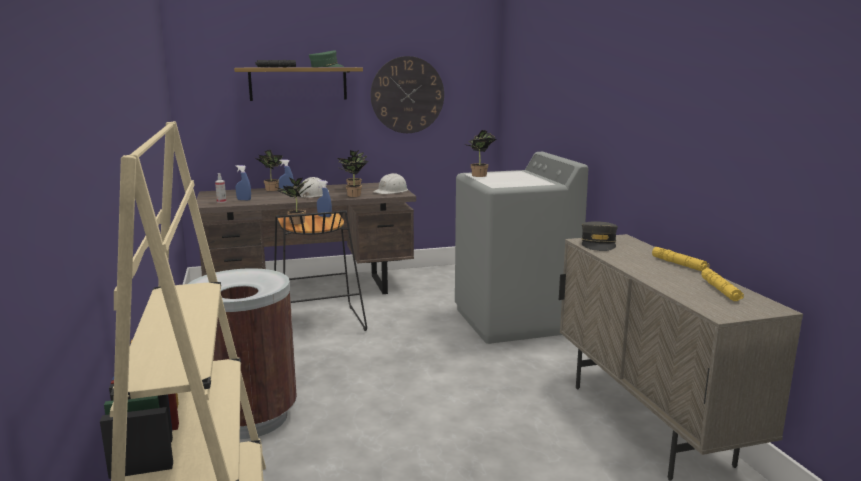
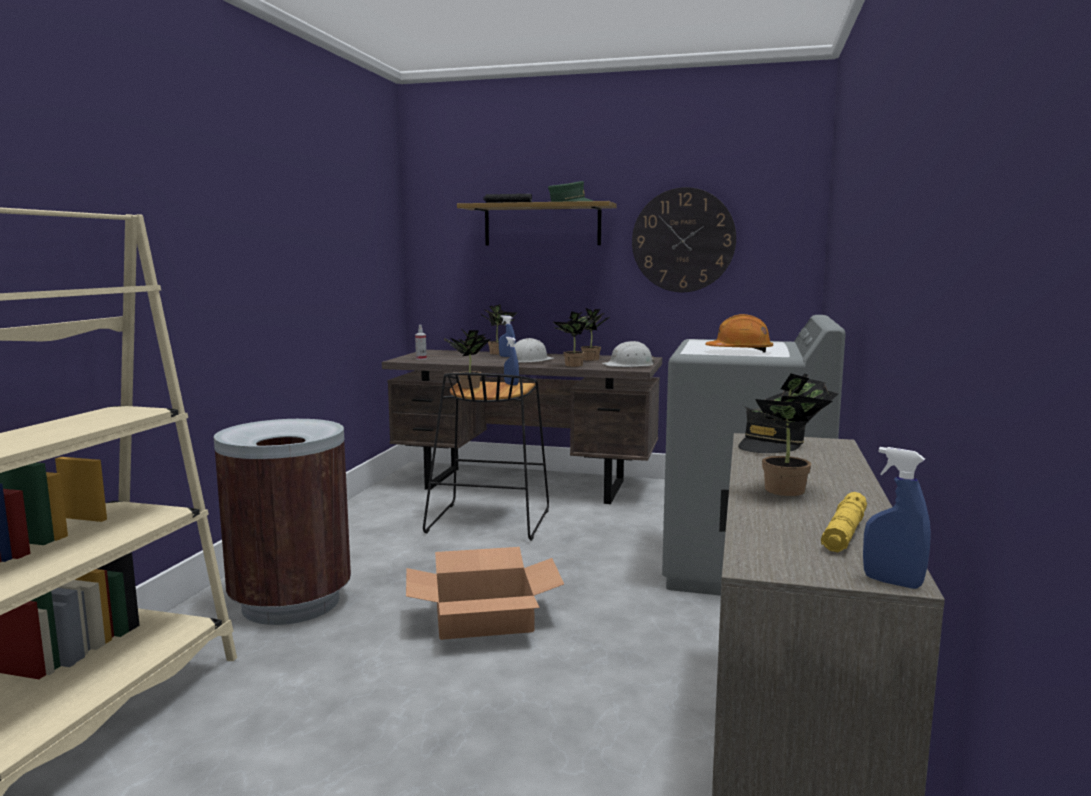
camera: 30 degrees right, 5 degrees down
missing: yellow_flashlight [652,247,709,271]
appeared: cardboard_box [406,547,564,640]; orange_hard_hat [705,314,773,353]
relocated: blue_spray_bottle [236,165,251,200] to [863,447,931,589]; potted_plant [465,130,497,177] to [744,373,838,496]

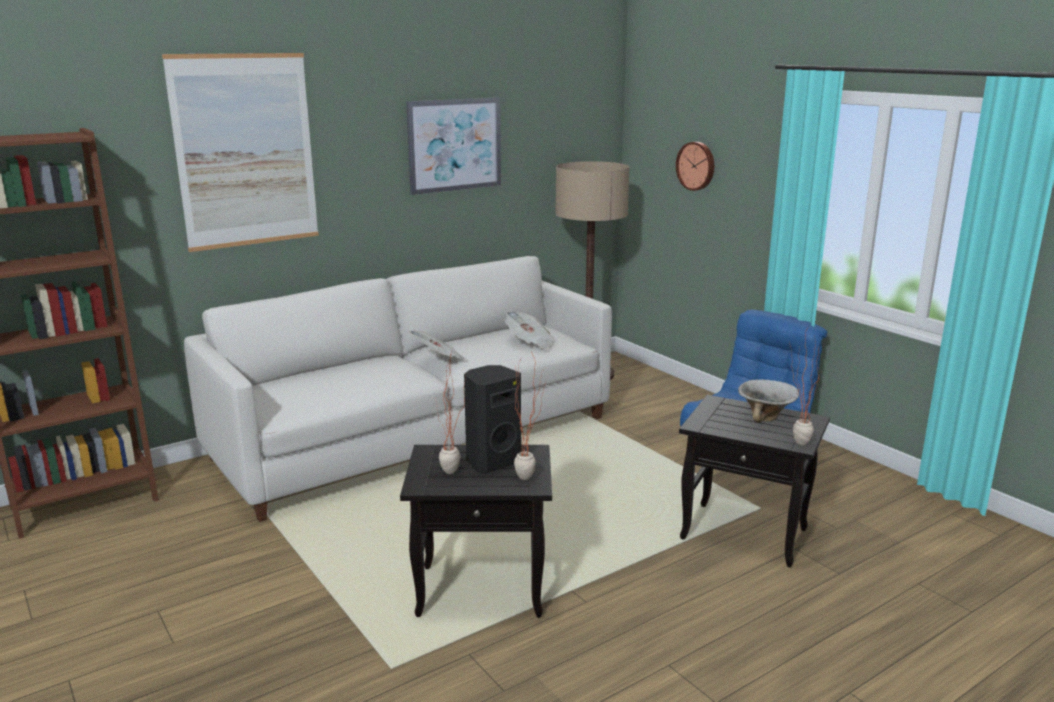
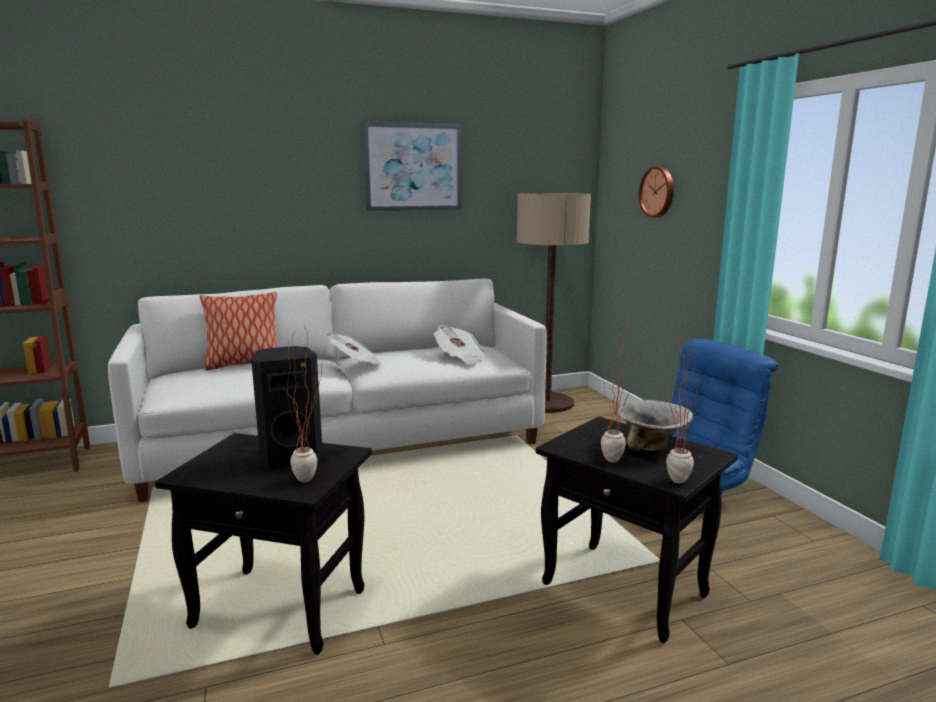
camera: 15 degrees right, 5 degrees down
missing: picture [162,53,319,252]
appeared: pillow [199,292,277,370]
relocated: potted_plant [435,351,466,474] to [601,315,643,463]

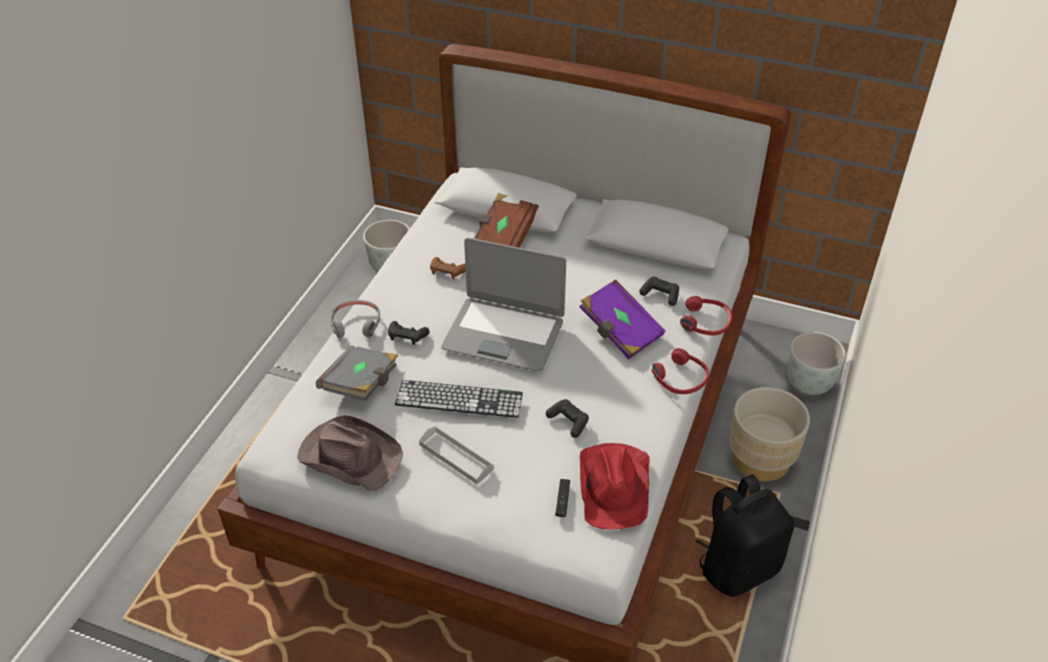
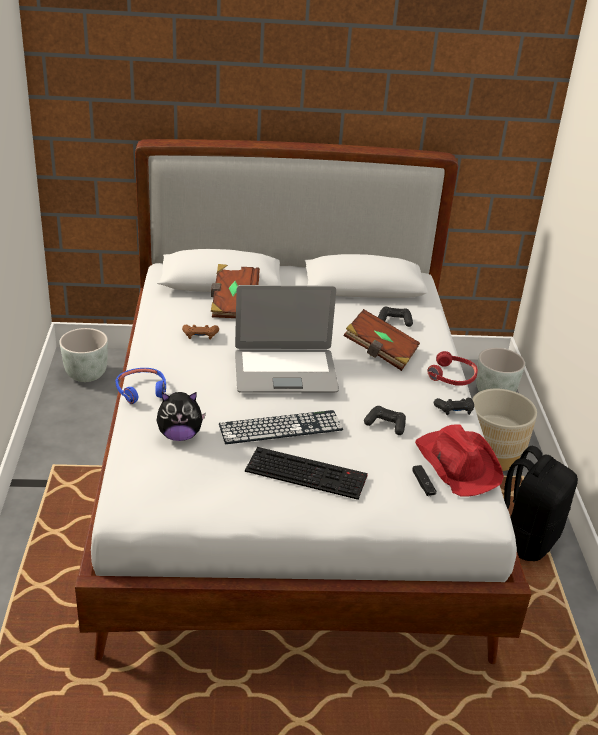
camera: 25 degrees left, 10 degrees down
missing: brown_hat [297,415,403,492]; red_headphones [680,296,732,336]
relocated: black_game_controller [388,321,429,345] to [434,398,474,415]
exchanged: grey_book [316,345,398,401] to plush_toy [157,392,206,441]; grey_tray [419,426,494,485] to keyboard [245,447,368,500]
colour: grey_headphones [331,300,380,338] to blue_headphones [116,368,166,404]; purple_book [579,279,665,360] to brown_book [344,309,420,371]

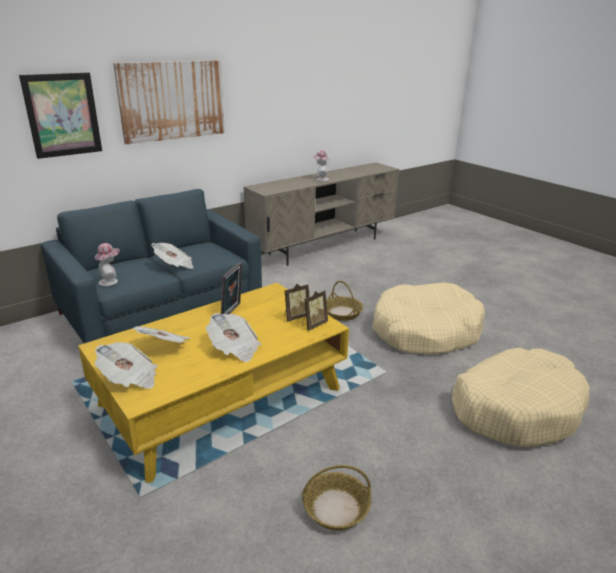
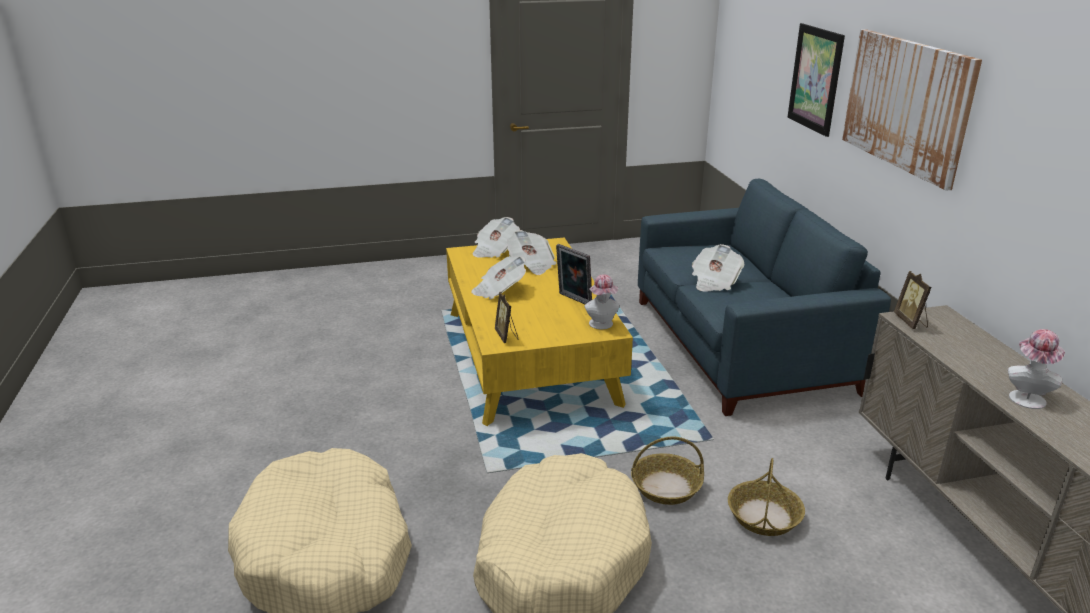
camera: 115 degrees right, 0 degrees up
relocated: hat [95,243,120,286] to [584,274,619,329]; picture_frame [284,284,309,322] to [894,271,931,329]; basket [302,465,371,531] to [728,458,805,536]

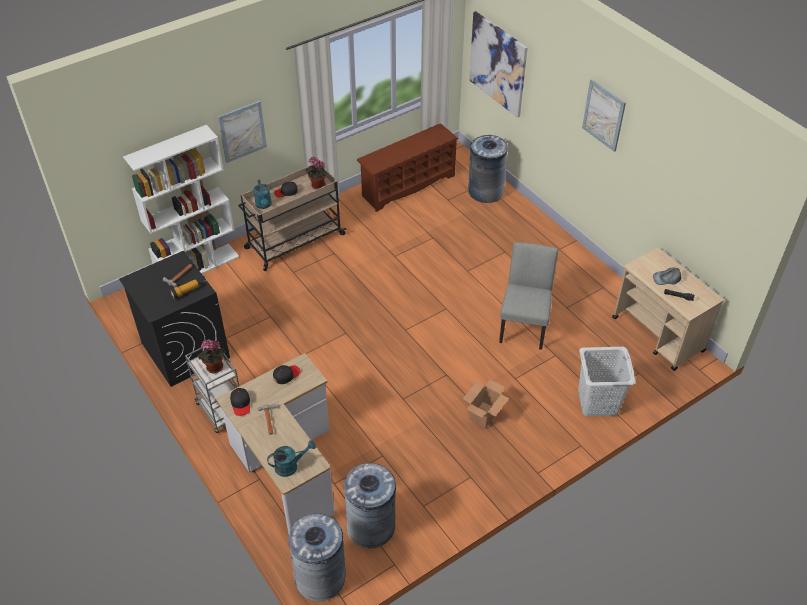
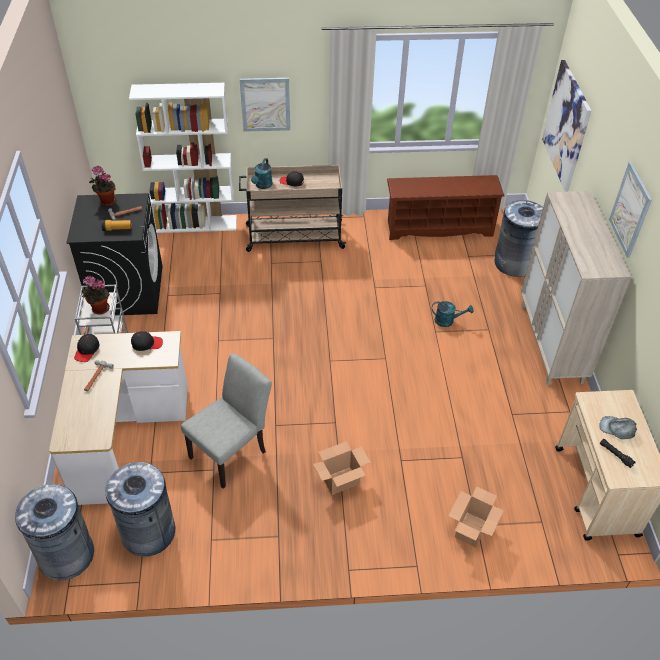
camera: 30 degrees right, 0 degrees up
appeared: beige_cabinet [521,191,631,385]
relocated: turquoise_watering_can [267,441,316,477] to [432,301,474,327]; potted_plant [305,157,328,189] to [89,166,116,206]; grey_chair [499,242,558,350] to [181,353,272,489]
exchanged: white_laundry_basket [578,347,636,416] to cardboard_box [448,487,504,547]

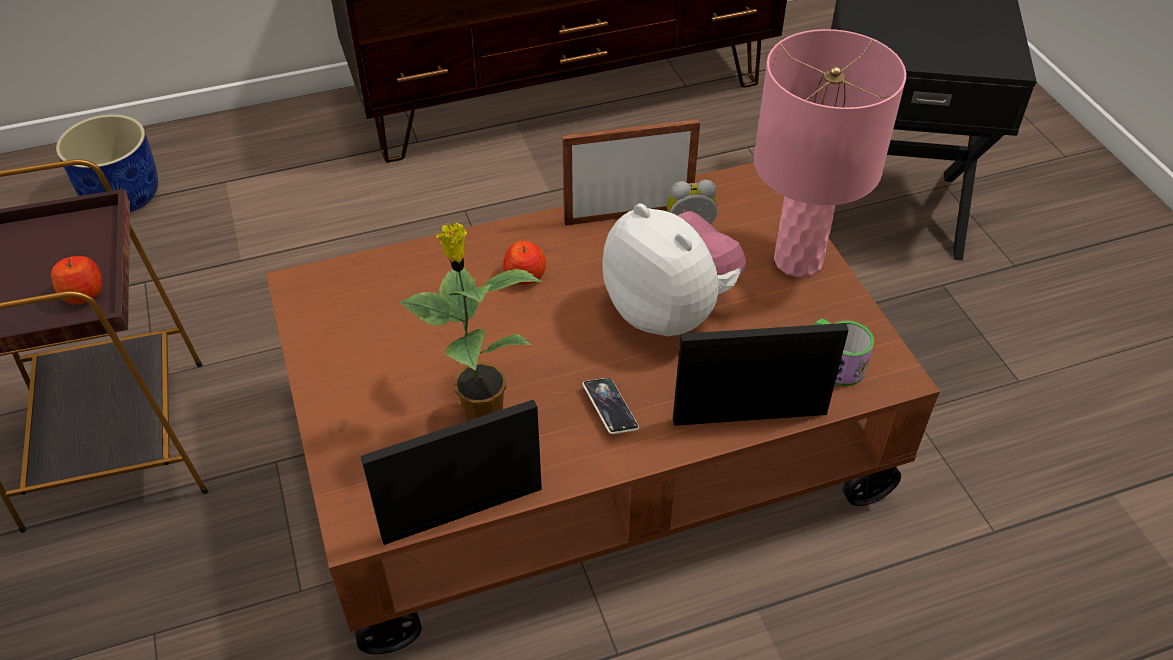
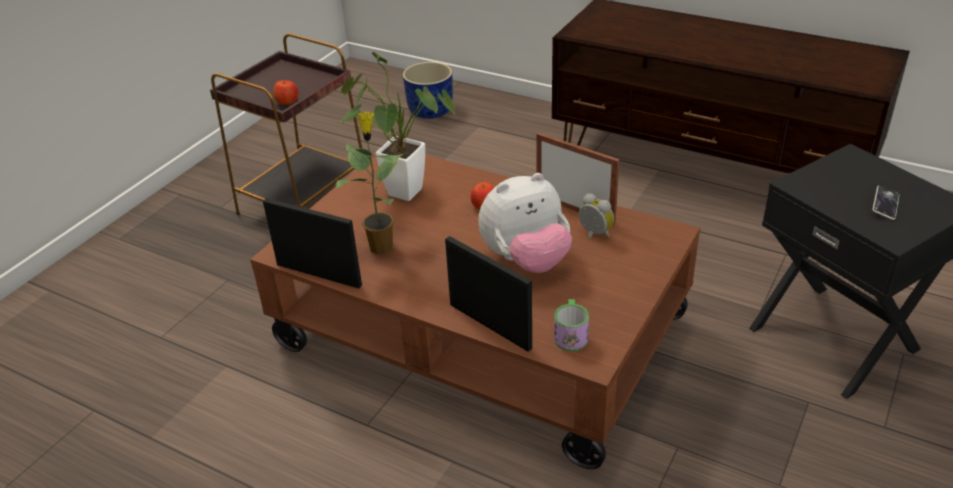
camera: 50 degrees right, 10 degrees down
missing: pink_table_lamp [753,29,906,277]
appeared: potted_plant [339,52,455,201]
relocated: phone [582,378,639,434] to [873,185,899,220]
spun: plush_toy [602,203,746,336] = [479,173,572,273] 60 degrees clockwise

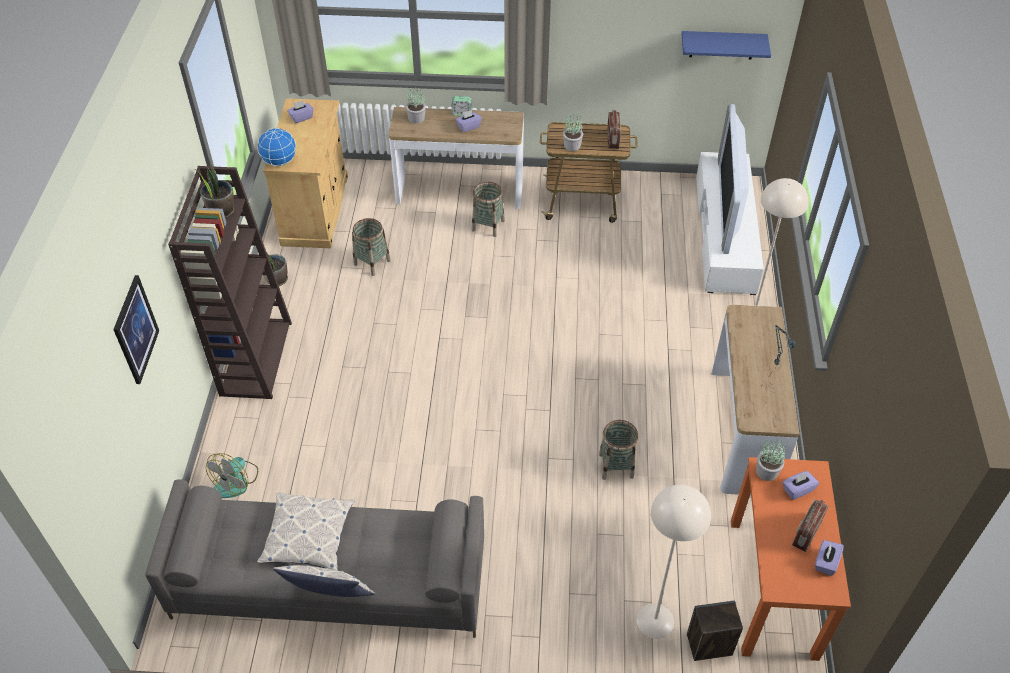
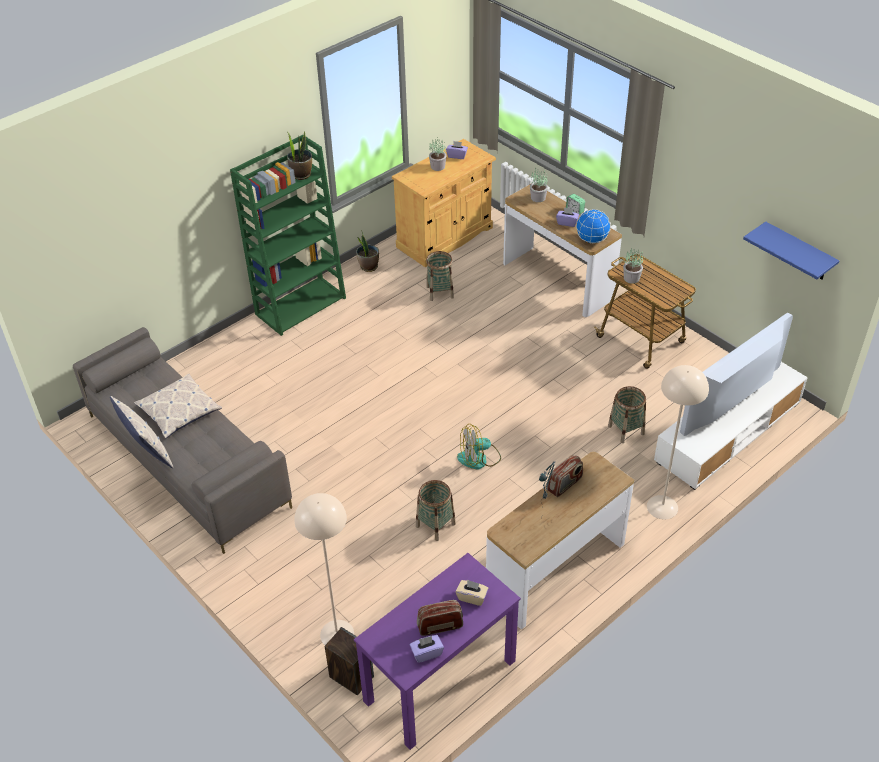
camera: 45 degrees right, 5 degrees down
missing: picture [113,275,159,384]
relocated: fan [206,453,258,498] to [457,424,501,469]; globe [257,128,296,166] to [576,209,611,243]; basket [472,182,505,237] to [608,386,646,443]; radio [607,110,621,149] to [547,455,583,497]; potted_plant [756,440,786,481] to [429,139,447,171]
colour: brown_bookcase [168,166,292,399] to green_bookcase [230,135,346,336]; orange_desk [731,457,851,661] to purple_desk [354,553,521,750]; purple_tissue_box [782,471,819,500] to beige_tissue_box [456,580,489,606]

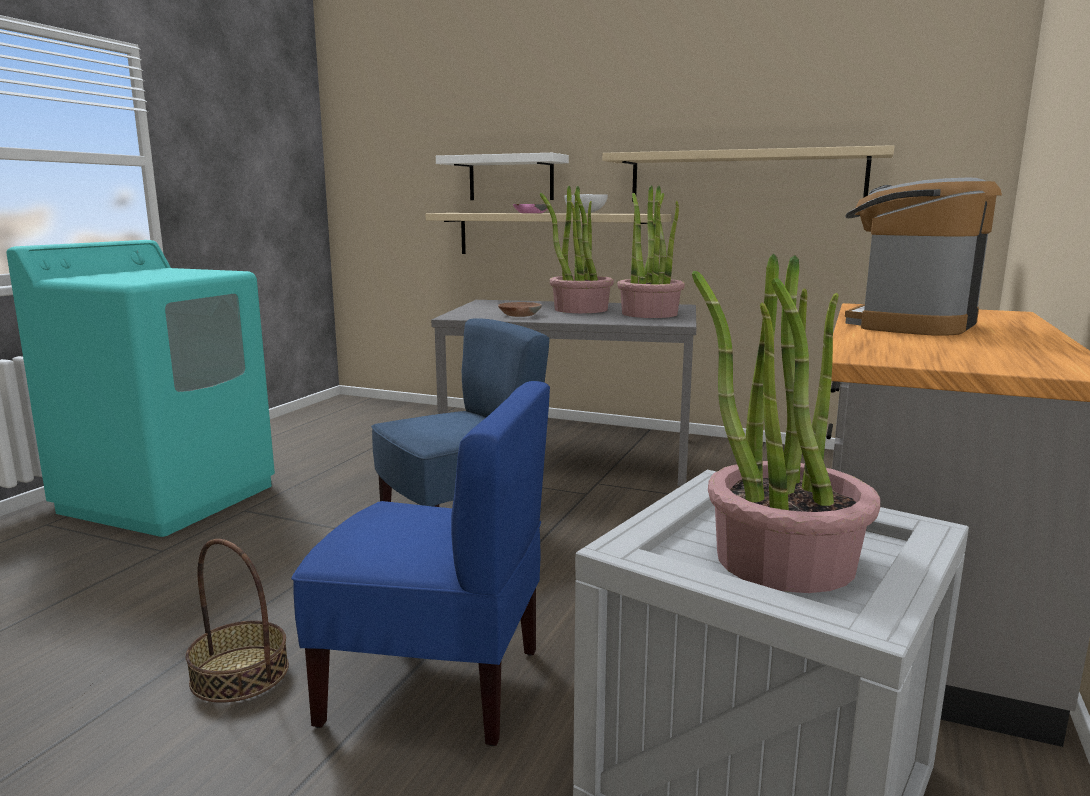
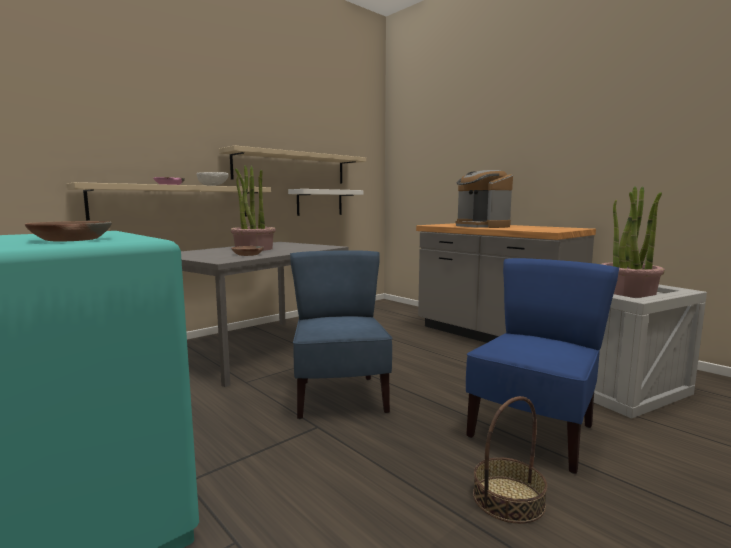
camera: 65 degrees left, 5 degrees down
missing: potted_plant [617,185,685,318]
appeared: brown_bowl [25,221,112,241]
relocated: white_shelf [436,153,569,200] to [288,189,364,216]

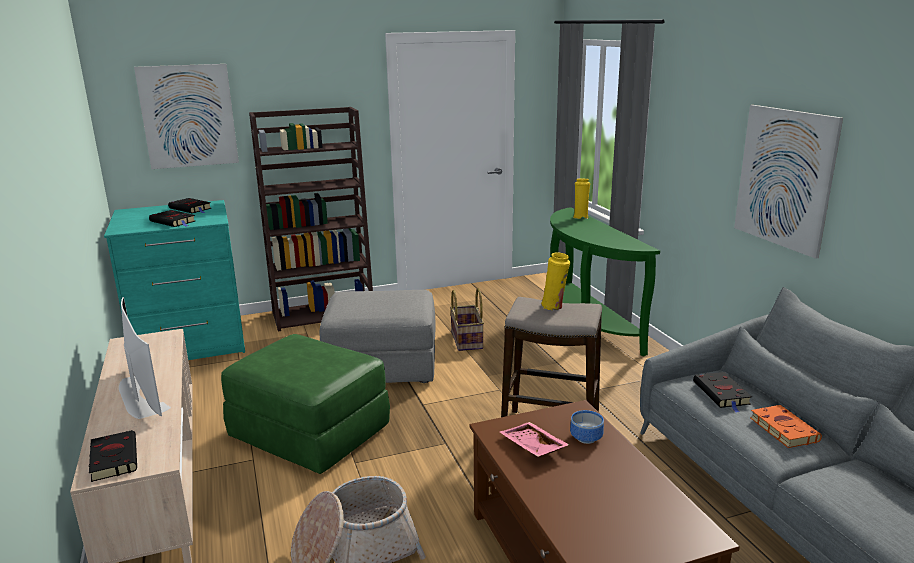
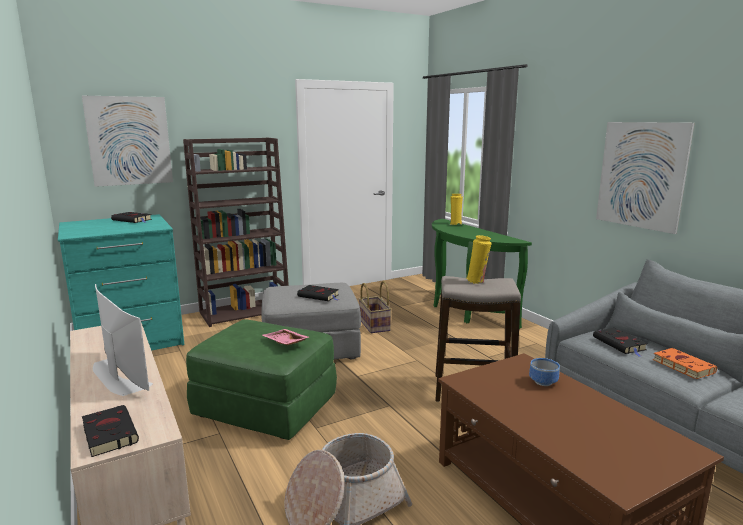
camera: 10 degrees left, 5 degrees down
relocated: black_book [149,210,195,227] to [297,285,339,301]; pink_tray [500,422,569,457] to [263,329,309,345]

